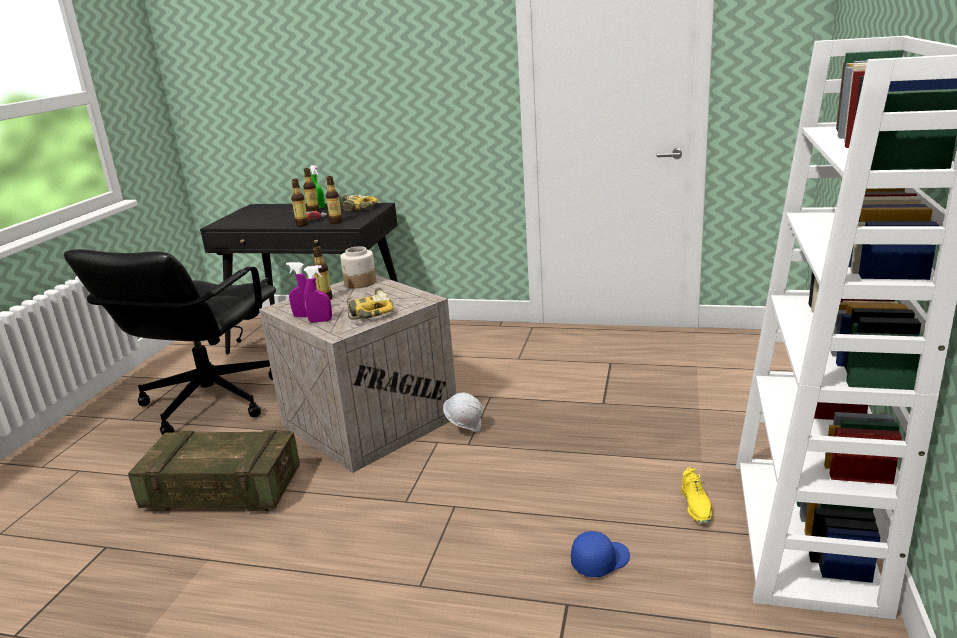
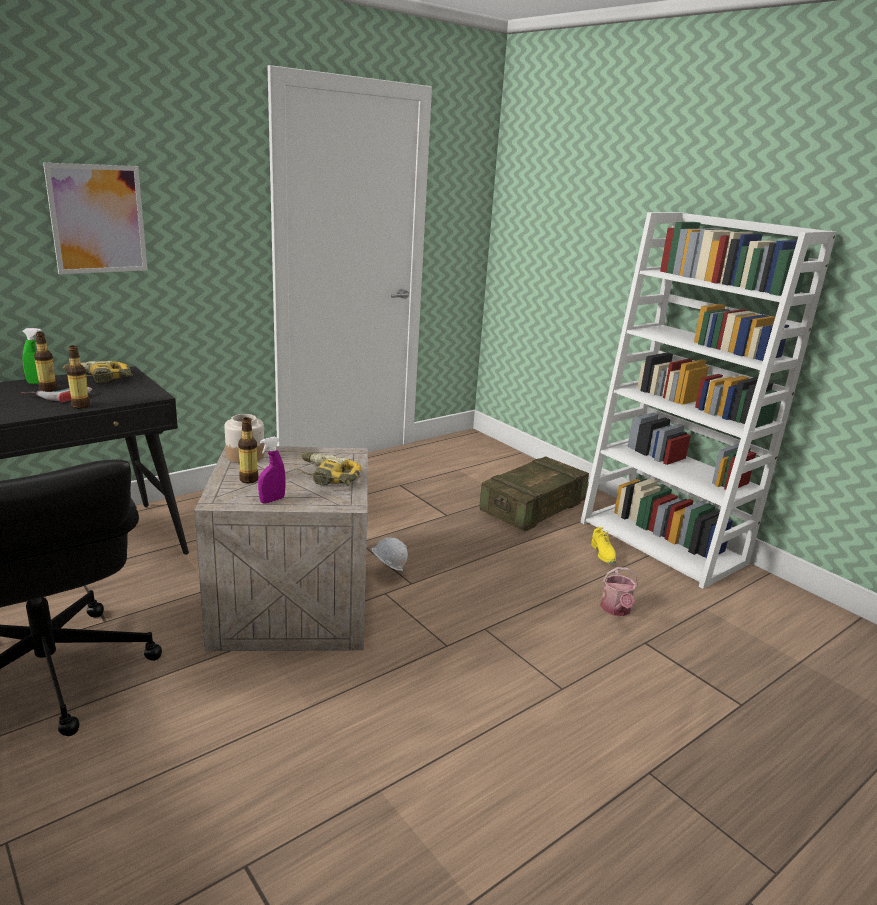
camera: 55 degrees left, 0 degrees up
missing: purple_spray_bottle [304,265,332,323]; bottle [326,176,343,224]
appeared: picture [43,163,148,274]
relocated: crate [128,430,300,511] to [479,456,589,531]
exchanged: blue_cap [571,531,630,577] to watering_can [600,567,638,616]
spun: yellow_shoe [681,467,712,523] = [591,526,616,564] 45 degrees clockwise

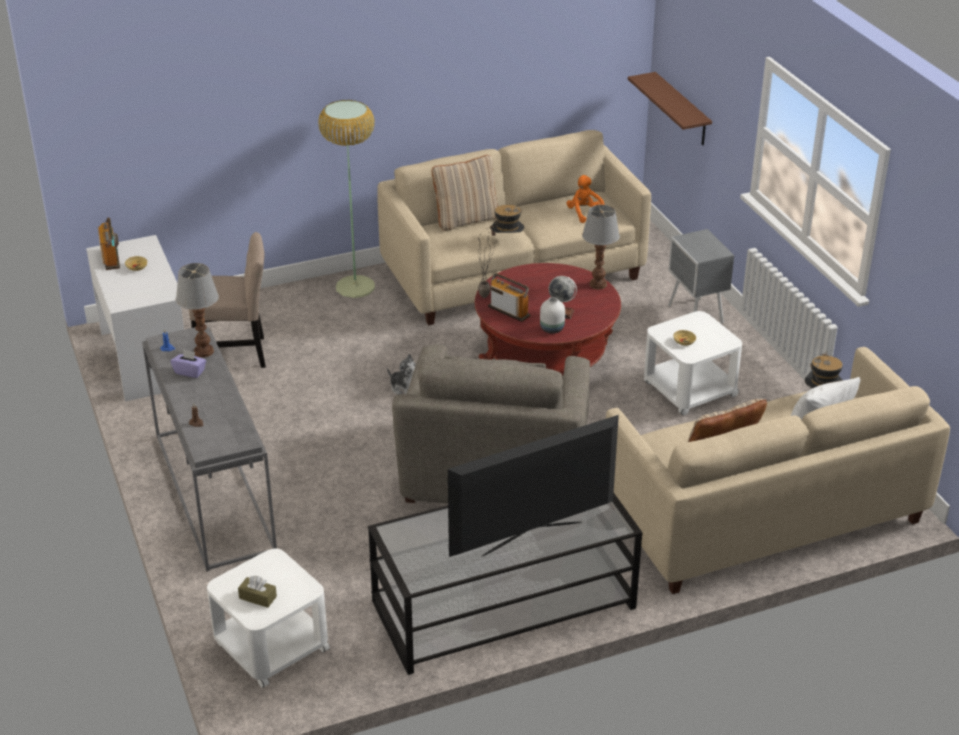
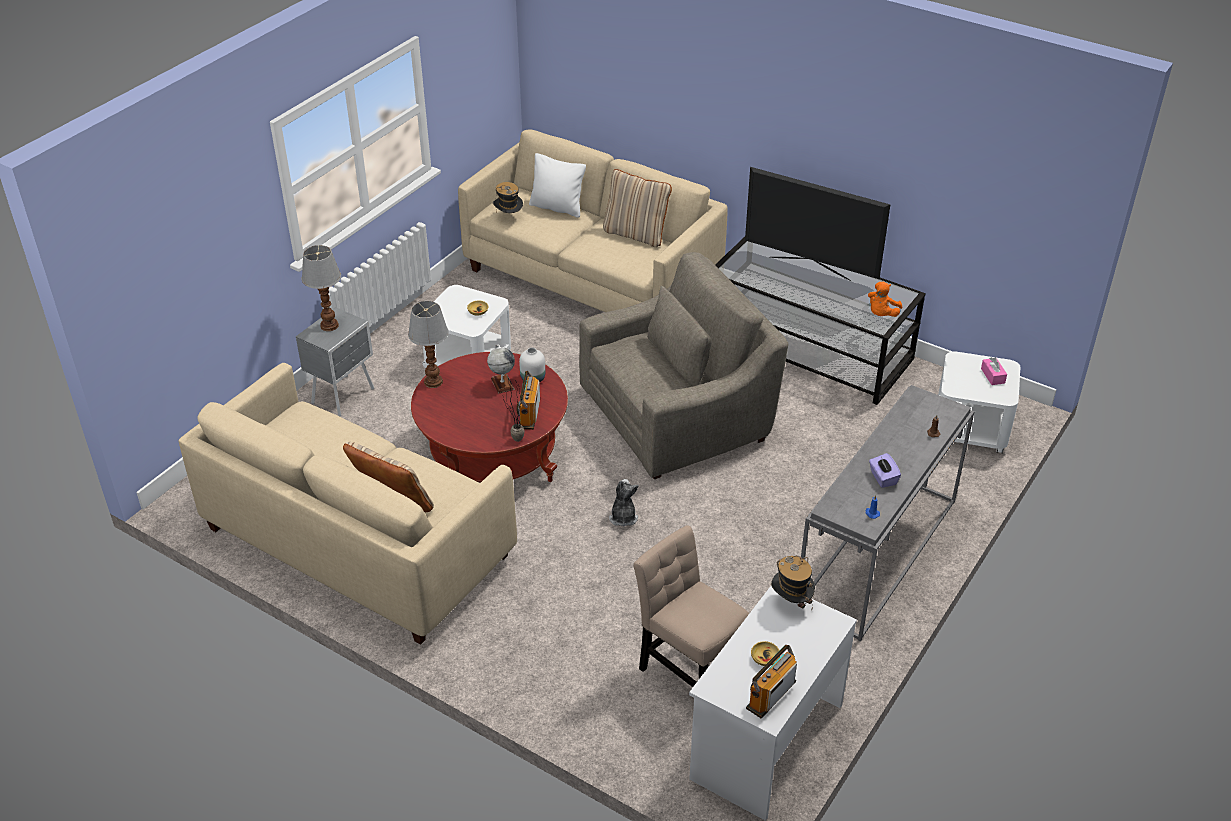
camera: 125 degrees left, 5 degrees up
missing: floor_lamp [318,100,375,298]; brown_shelf [628,72,712,145]
relocated: table_lamp [176,263,219,358] to [302,245,341,331]; hat [490,205,524,245] to [771,556,815,609]; orange_plush_toy [566,175,605,223] to [868,282,902,317]
colour: brown_tissue_box [238,576,277,608] to pink_tissue_box [981,357,1007,385]

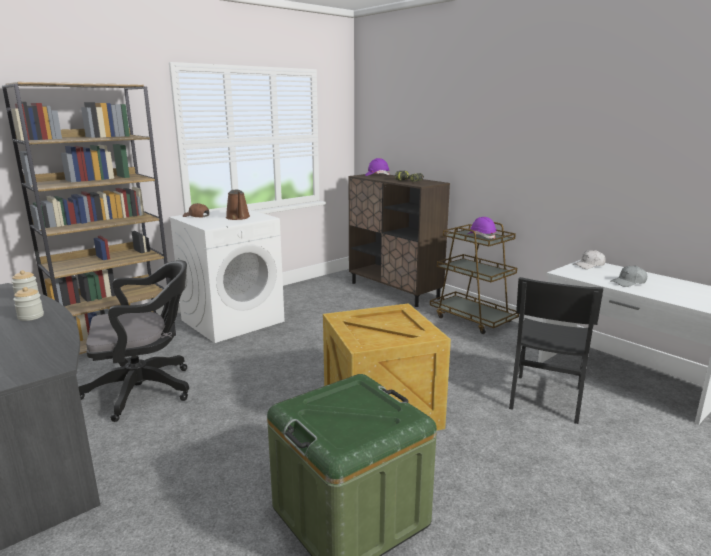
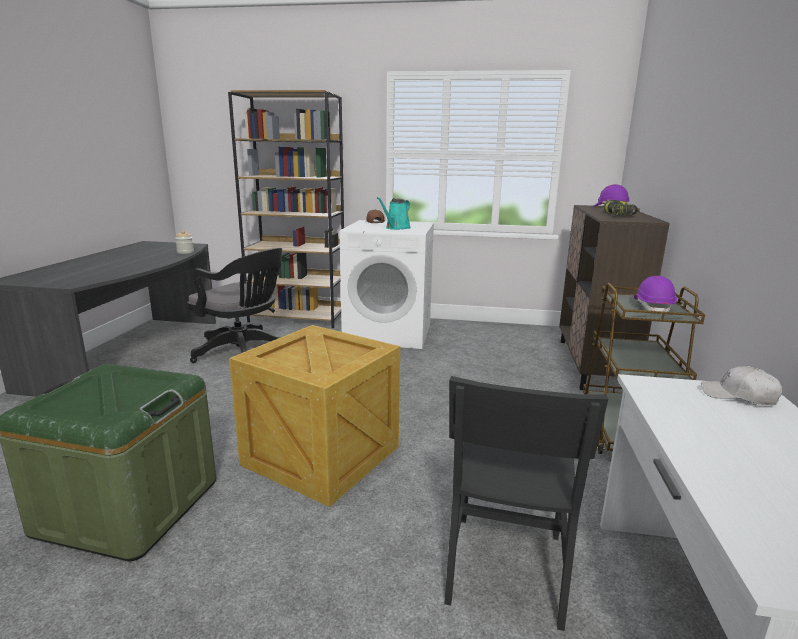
camera: 50 degrees right, 0 degrees up
missing: jar [13,287,44,321]; grey_cap [611,266,647,287]
colour: brown_watering_can [226,189,250,220] to turquoise_watering_can [377,197,411,230]
spun: black_chair [509,277,603,424] = [444,376,608,631] 60 degrees counterclockwise

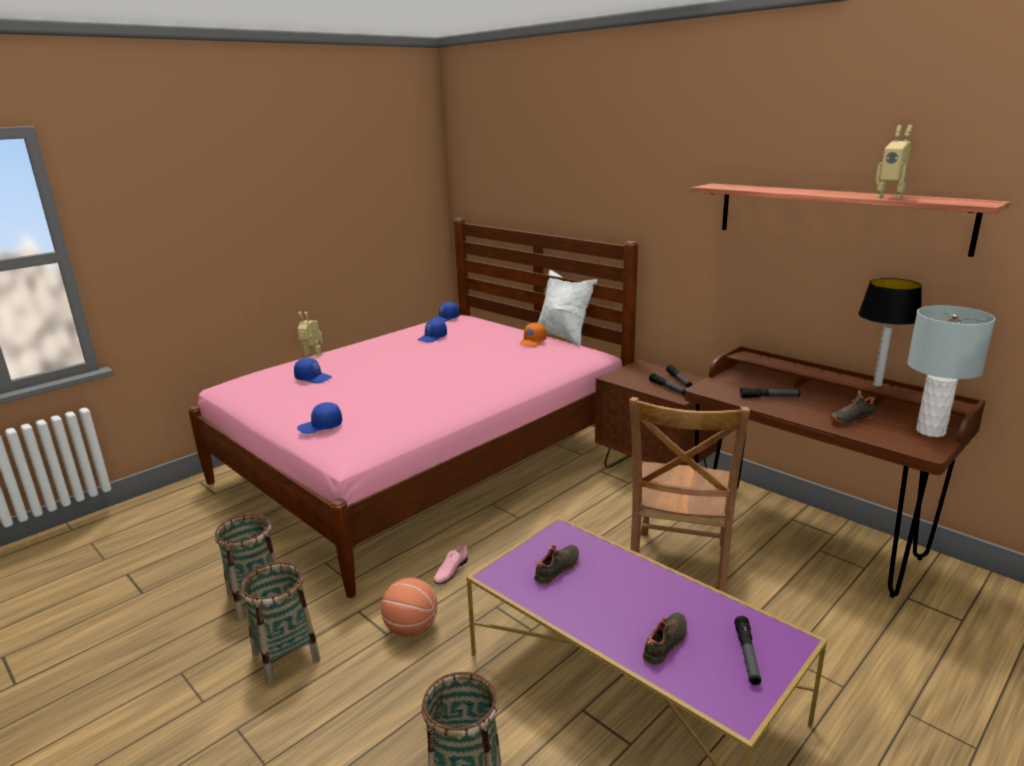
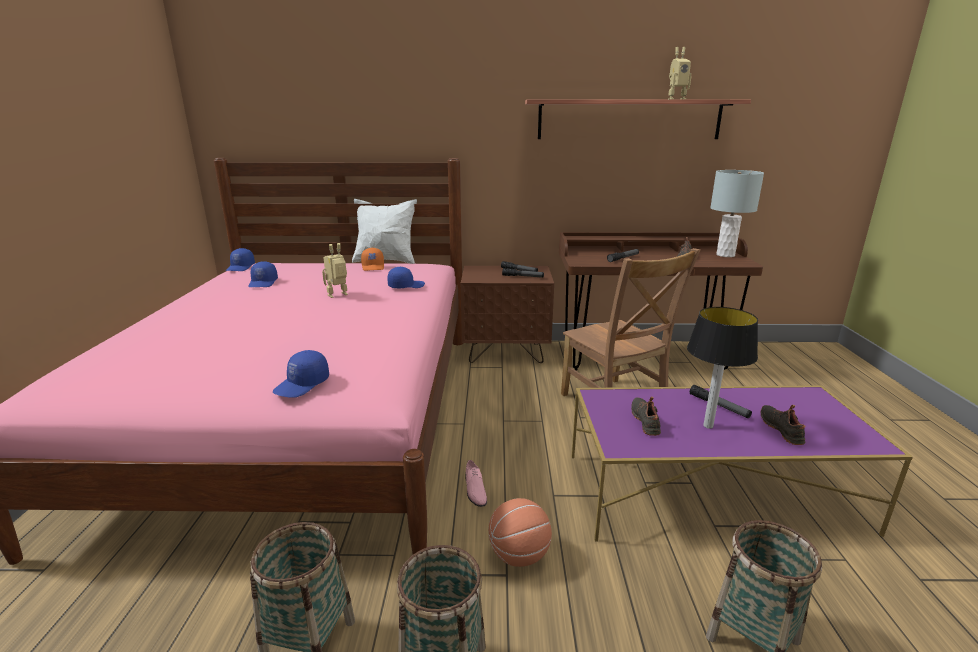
camera: 45 degrees left, 0 degrees up
relocated: blue_cap [294,358,332,383] to [387,267,425,288]; toy_robot [298,312,323,356] to [322,243,348,298]; flashlight [734,616,761,685] to [690,385,752,418]; table_lamp [858,278,922,387] to [687,307,758,429]

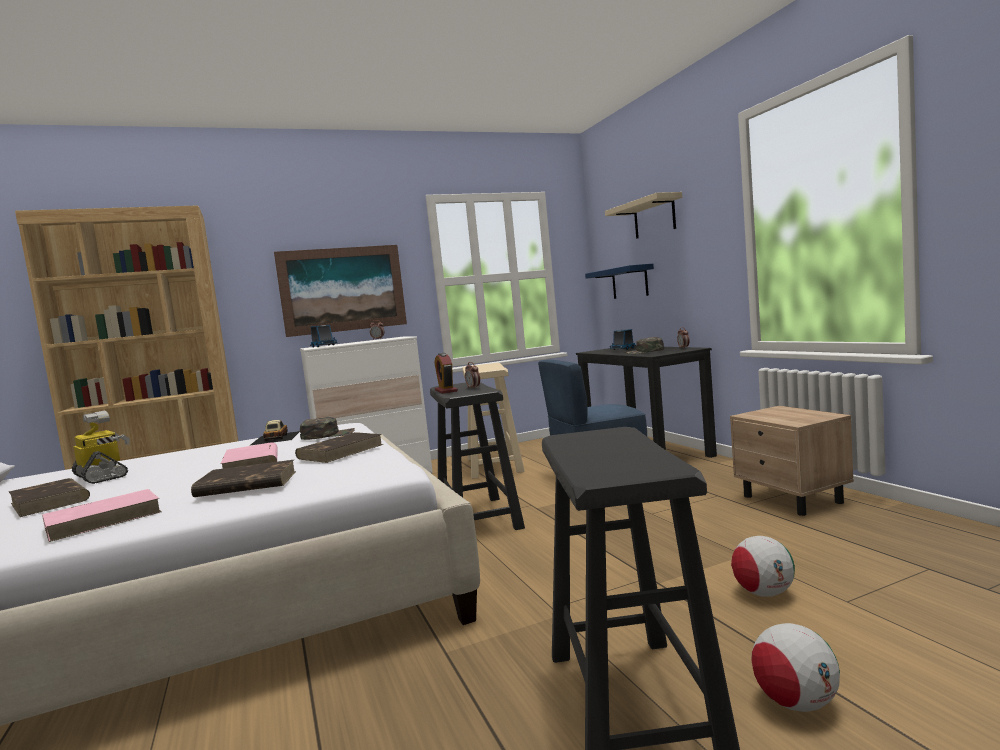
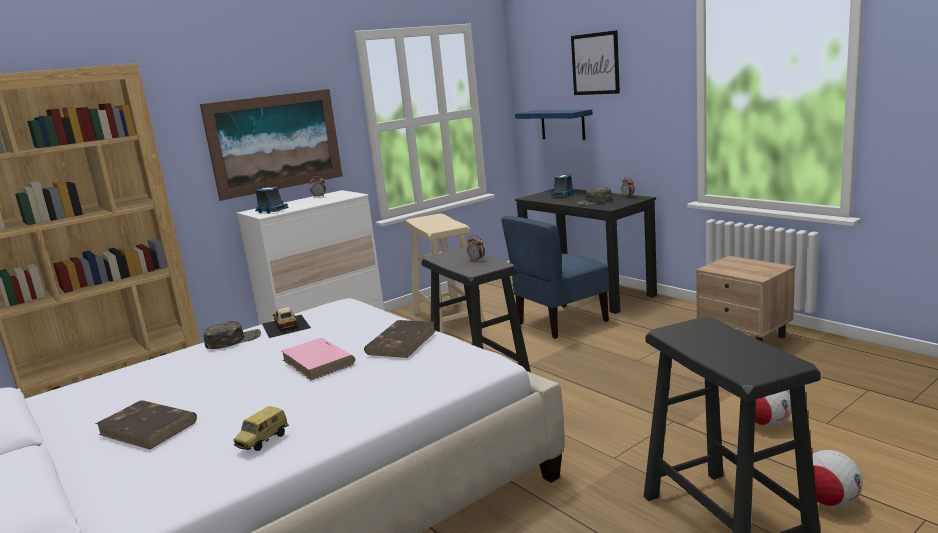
camera: 15 degrees left, 10 degrees up
missing: toy_robot [72,411,130,484]; brown_book [191,460,296,497]; alarm_clock [434,353,458,394]
relocated: green_cap [300,417,355,440] to [204,321,261,349]
exchanged: pink_book [42,489,161,542] to toy_car [234,406,289,451]; beige_shelf [605,192,682,239] to picture [571,30,620,95]

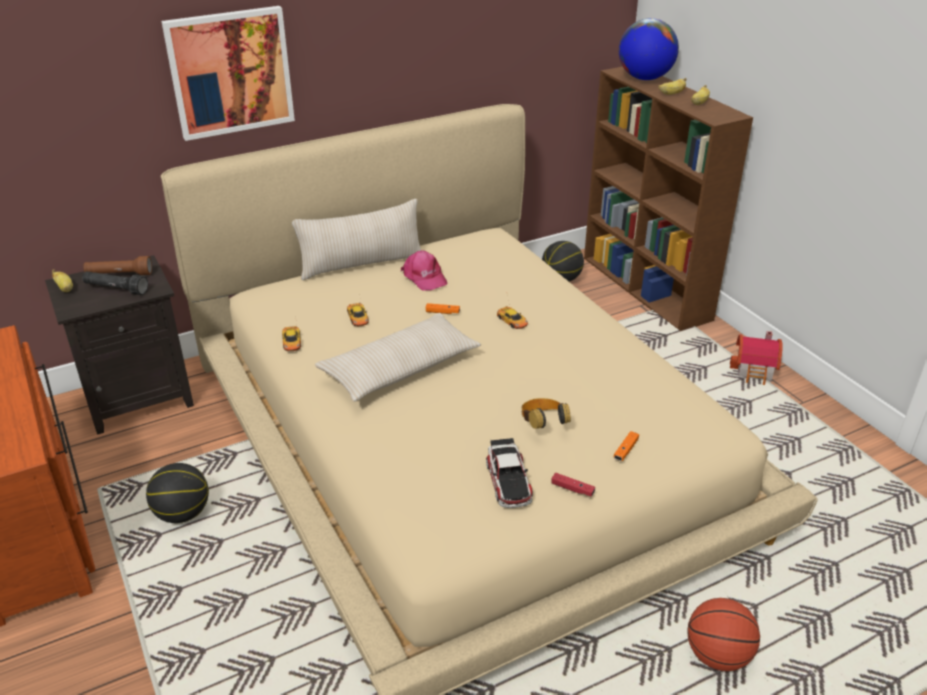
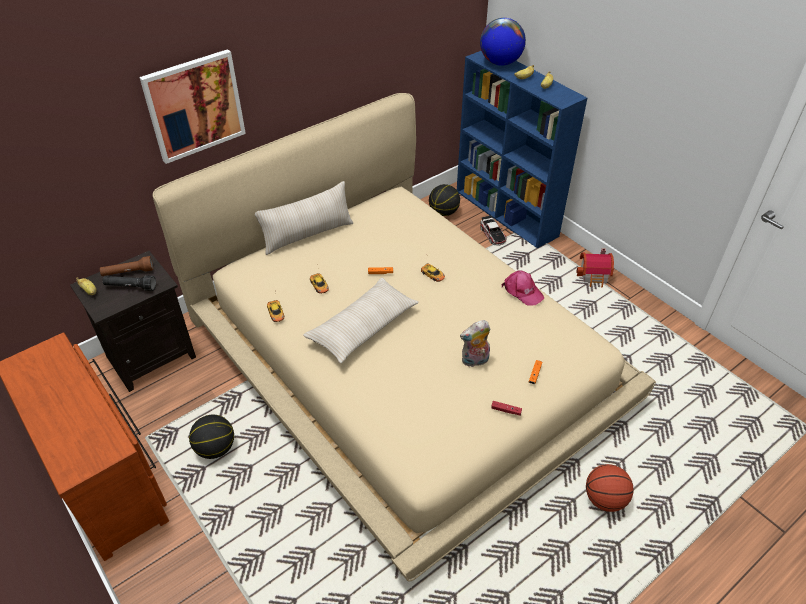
camera: 10 degrees left, 10 degrees up
relocated: pink_cap [401,250,448,291] to [502,270,544,306]; toy_car [486,438,533,508] to [480,215,507,246]
exchanged: headphones [522,398,571,429] to plush_toy [460,320,491,367]
colour: brown_bookcase [584,67,753,331] to blue_bookcase [457,51,587,249]

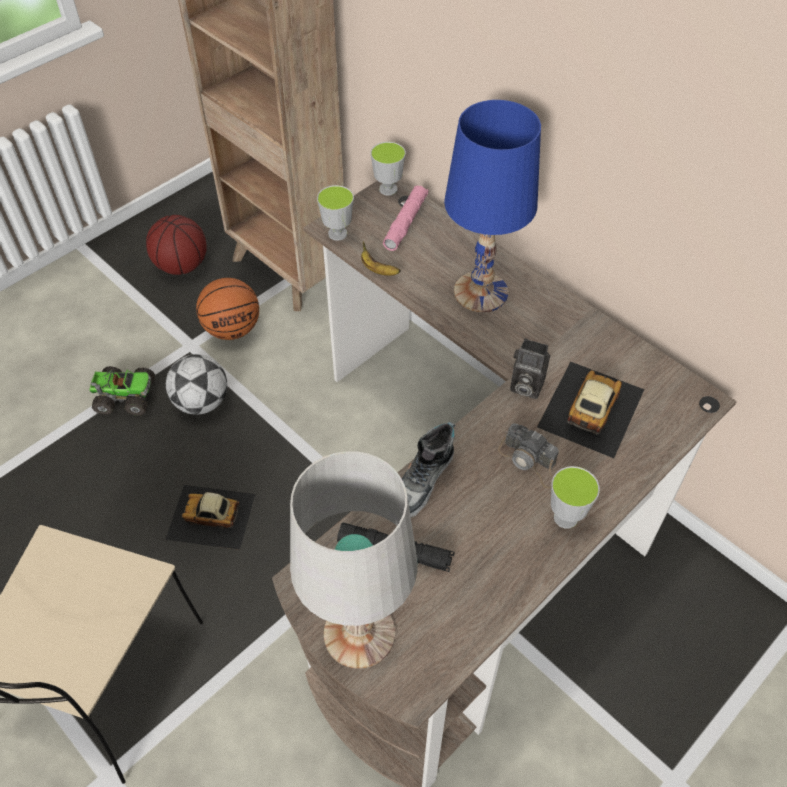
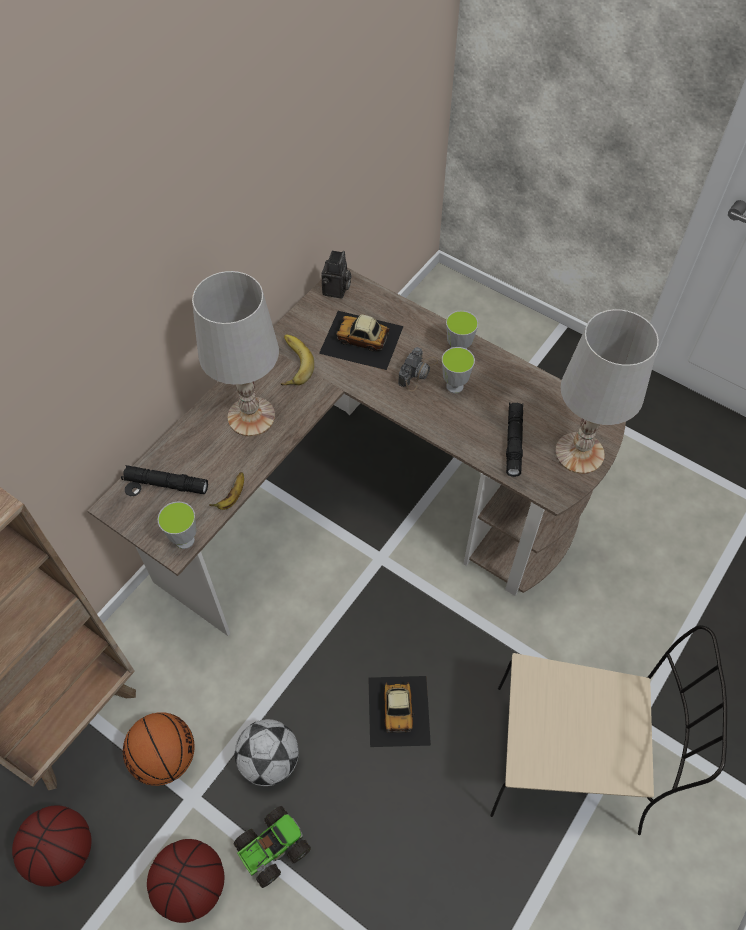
camera: 100 degrees left, 5 degrees up
missing: shoe [402,421,455,517]
appeared: basketball [147,839,224,923]; banana [281,334,314,385]
relocated: cup [371,142,406,196] to [442,347,475,393]; photo_camera [510,338,550,399] to [321,251,351,298]
colour: pink_flashlight [383,186,428,251] to black_flashlight [121,465,208,494]; blue_table_lamp [444,100,541,312] to white_table_lamp [192,271,279,436]
spun: toy_truck [89,366,155,416] = [234,806,311,888] 60 degrees clockwise

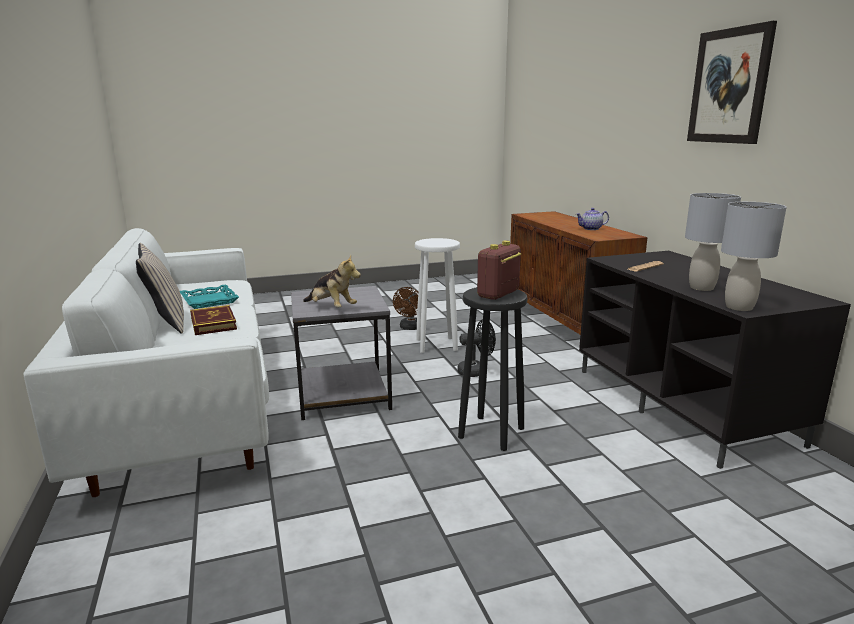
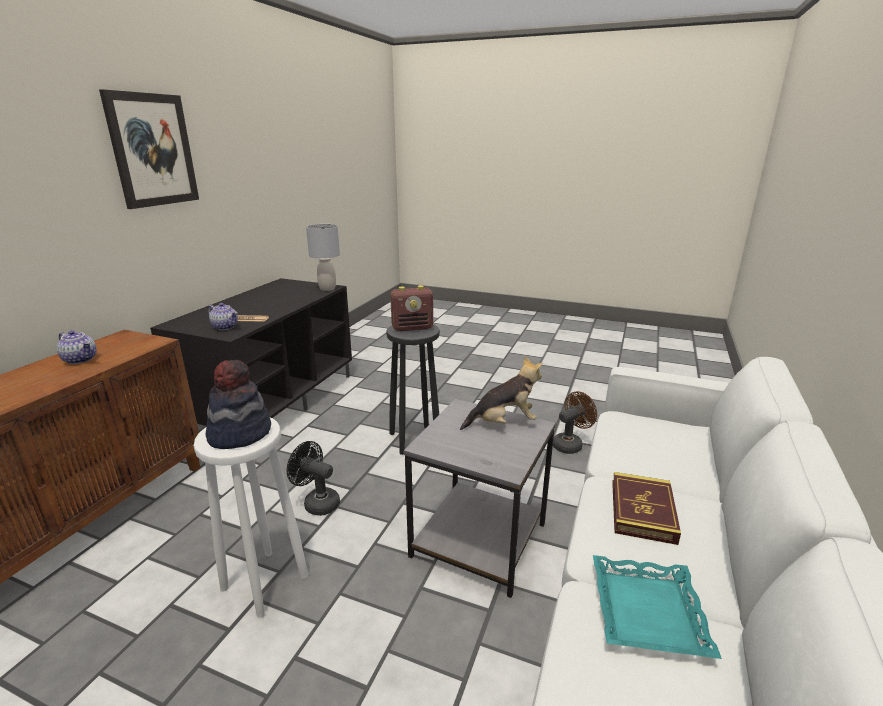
camera: 140 degrees left, 5 degrees up
missing: beige_pillow [136,243,184,334]; grey_table_lamp [685,193,741,291]
appeared: hat [206,360,271,449]; teapot [208,303,238,330]
relocated: brown_fan [393,287,418,330] to [553,391,597,454]
spun: plush_toy [303,255,361,307] = [460,356,543,430] 90 degrees clockwise

